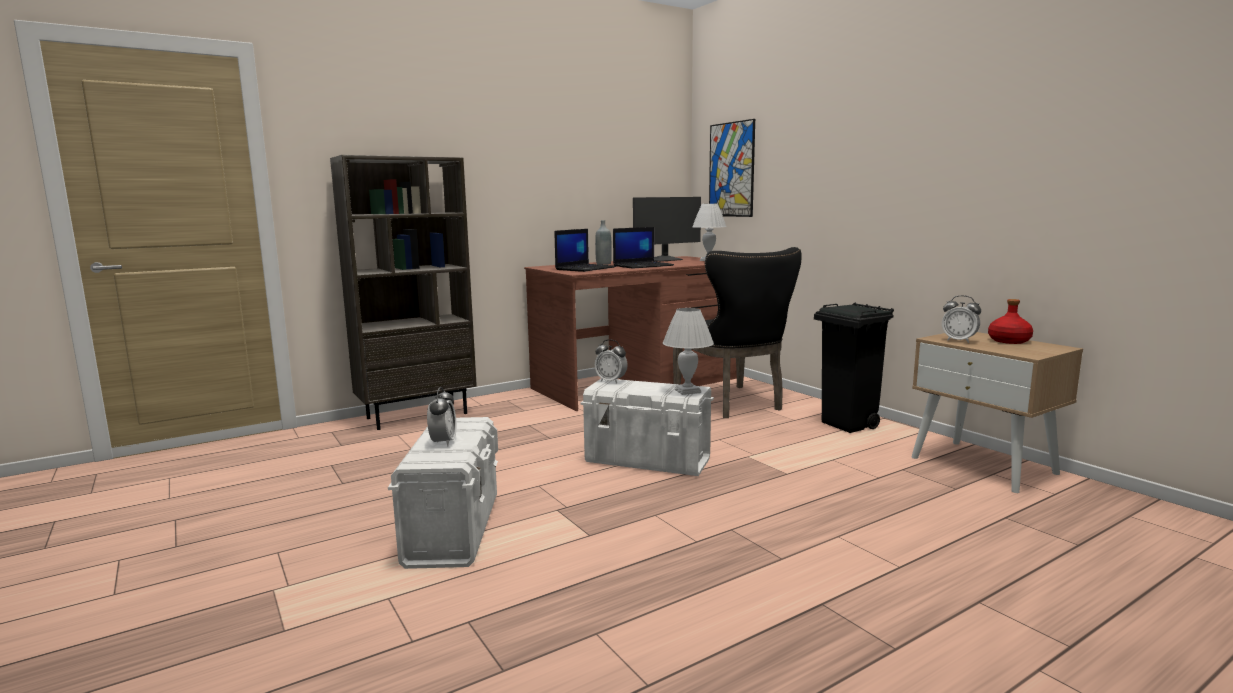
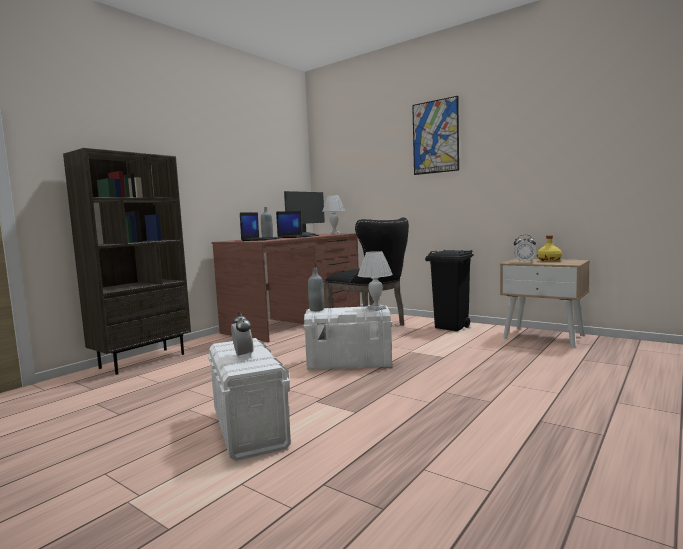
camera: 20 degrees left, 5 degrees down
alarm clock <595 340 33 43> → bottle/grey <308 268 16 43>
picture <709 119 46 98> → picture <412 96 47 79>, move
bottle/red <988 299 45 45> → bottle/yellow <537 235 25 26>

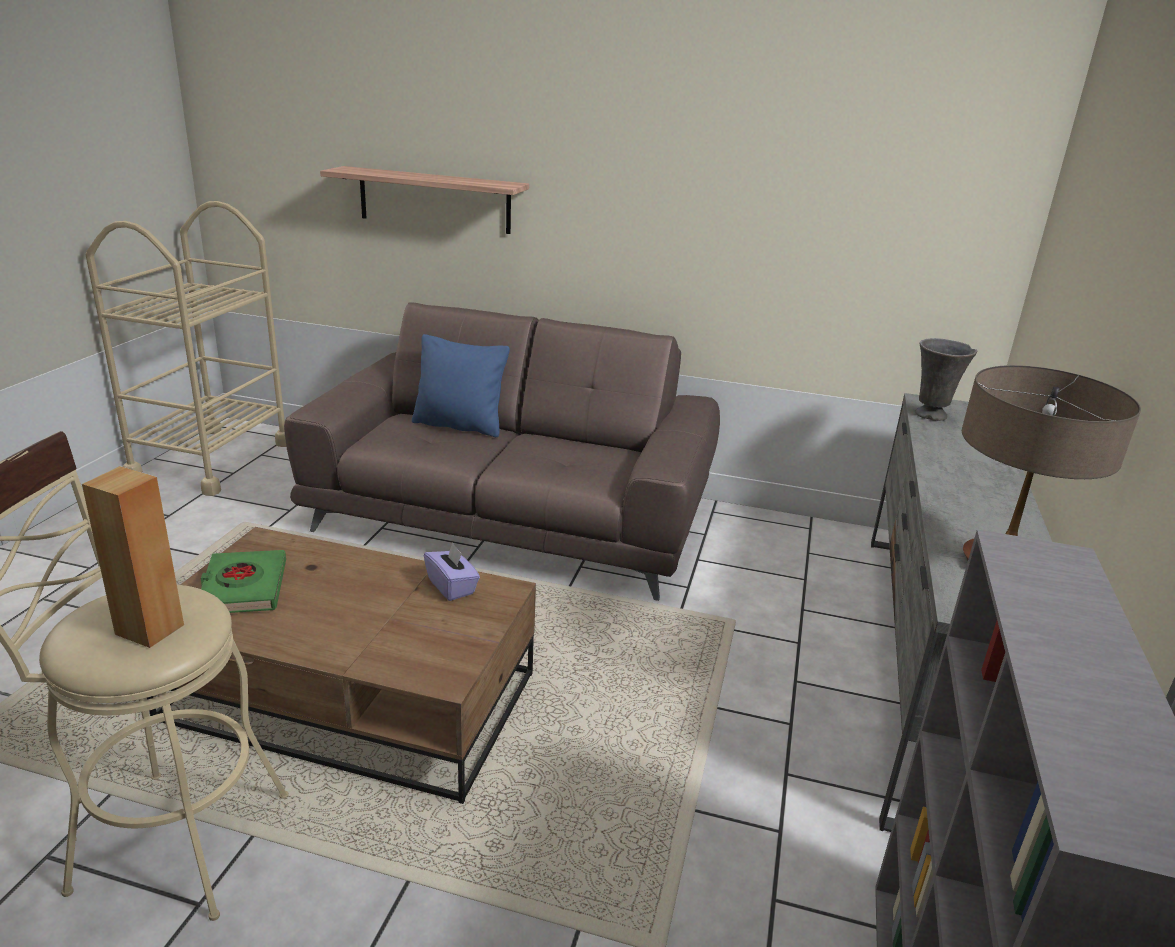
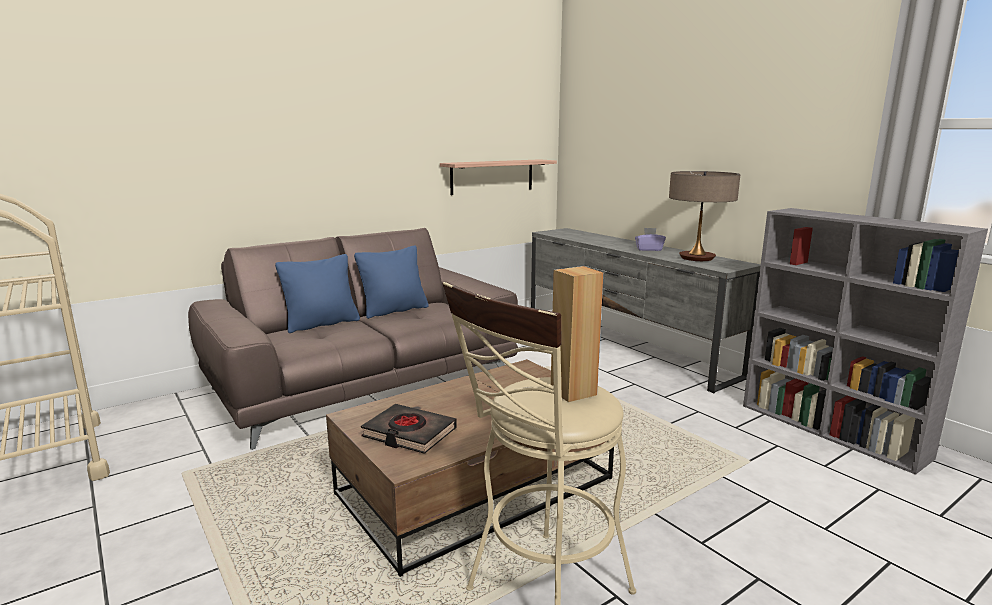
camera: 50 degrees left, 10 degrees down
- → pillow/blue <354 245 75 74>
book/green <201 550 85 63> → book/black <361 404 96 50>
shelf <320 166 209 68> → shelf <440 159 117 36>, move
tissue box/purple <424 542 56 59> → tissue box/purple <635 228 31 23>, move
vase/grey <915 338 62 83> → -

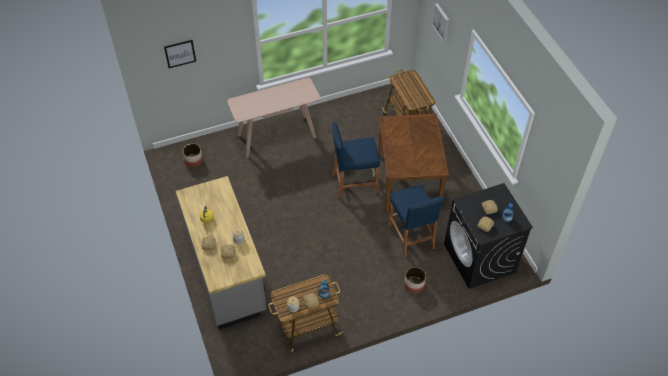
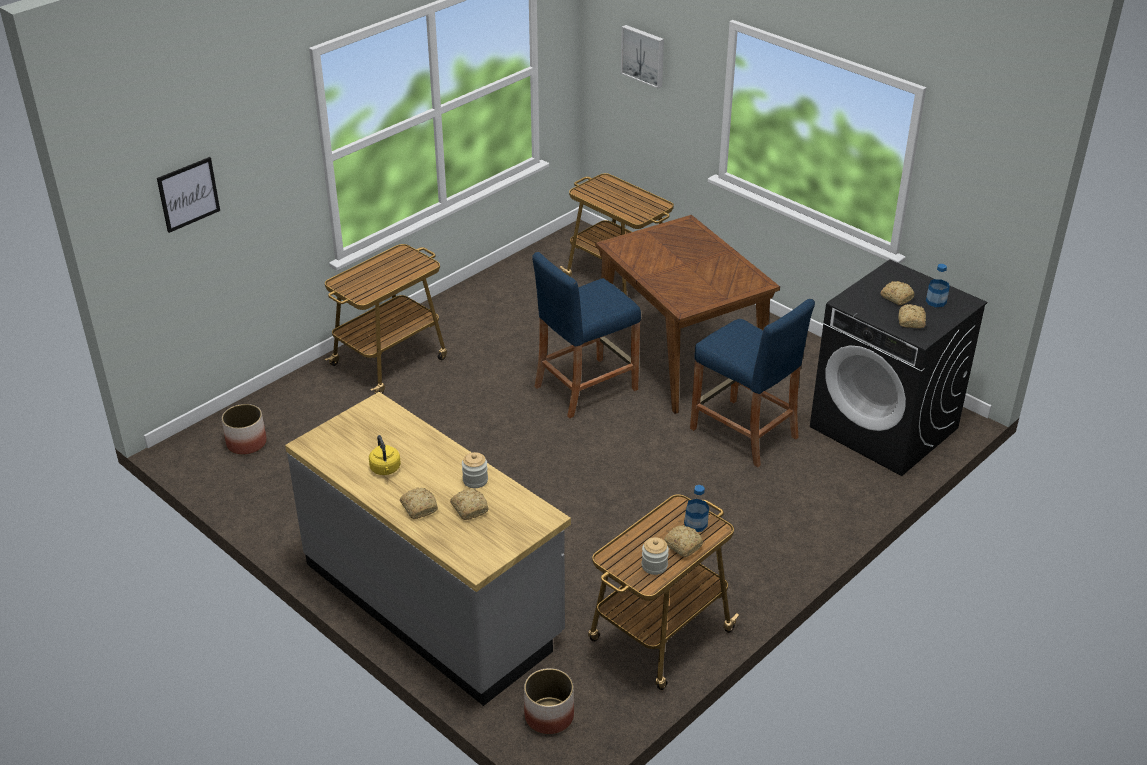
camera: 25 degrees left, 15 degrees down
console table/beige <227 78 94 80> → cart <325 244 122 150>
planter <404 267 22 26> → planter <524 668 50 66>, move

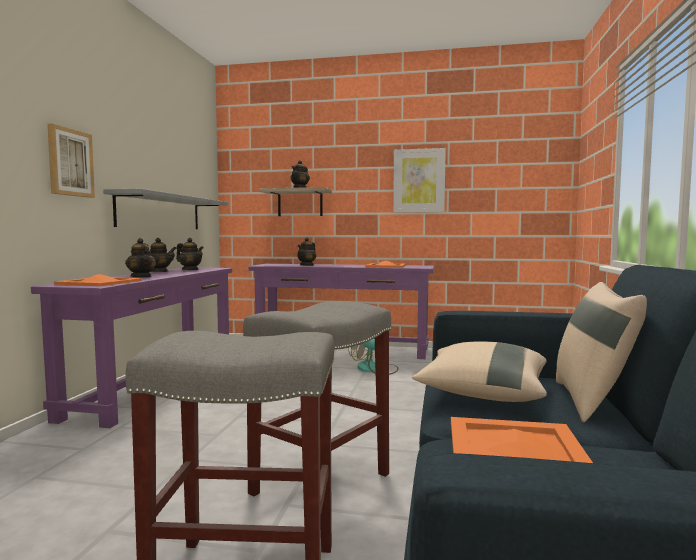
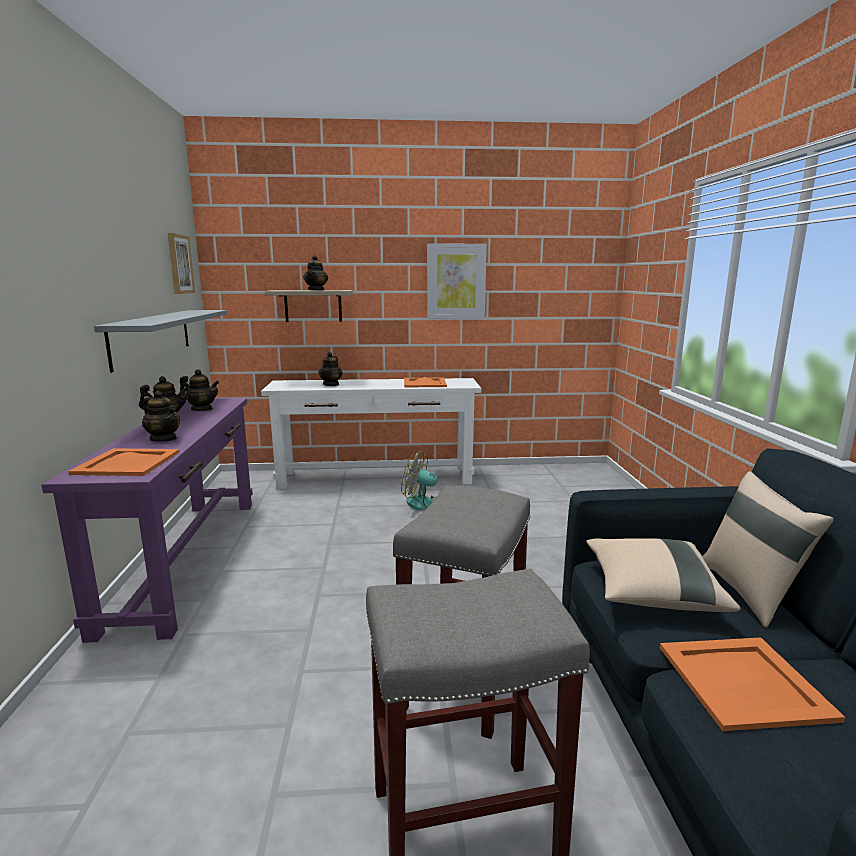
camera: 15 degrees left, 10 degrees up
picture <47 124 48 74> → picture <168 233 27 61>, move
console table/purple <249 264 185 95> → console table/white <261 378 220 111>

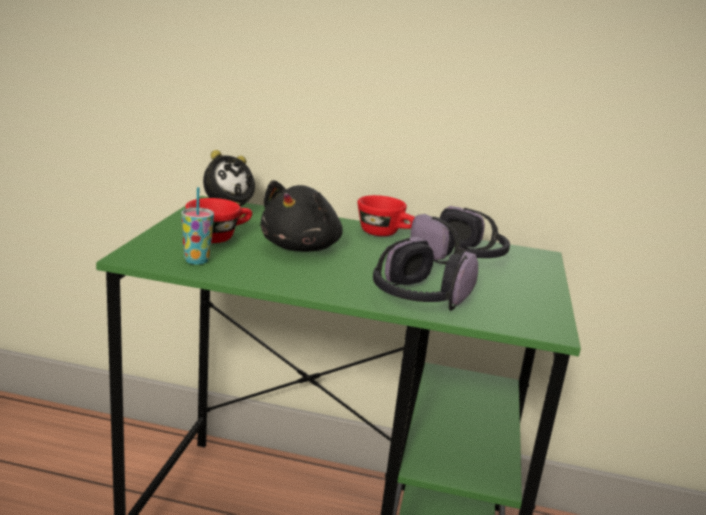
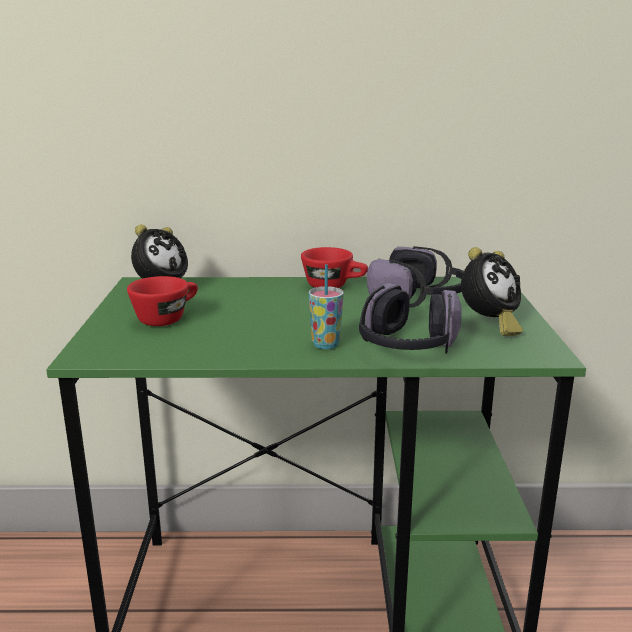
camera: 10 degrees left, 0 degrees up
cup <181 187 33 78> → cup <309 264 35 85>, move
- → alarm clock <461 247 62 89>
plush toy/black <260 180 83 72> → -

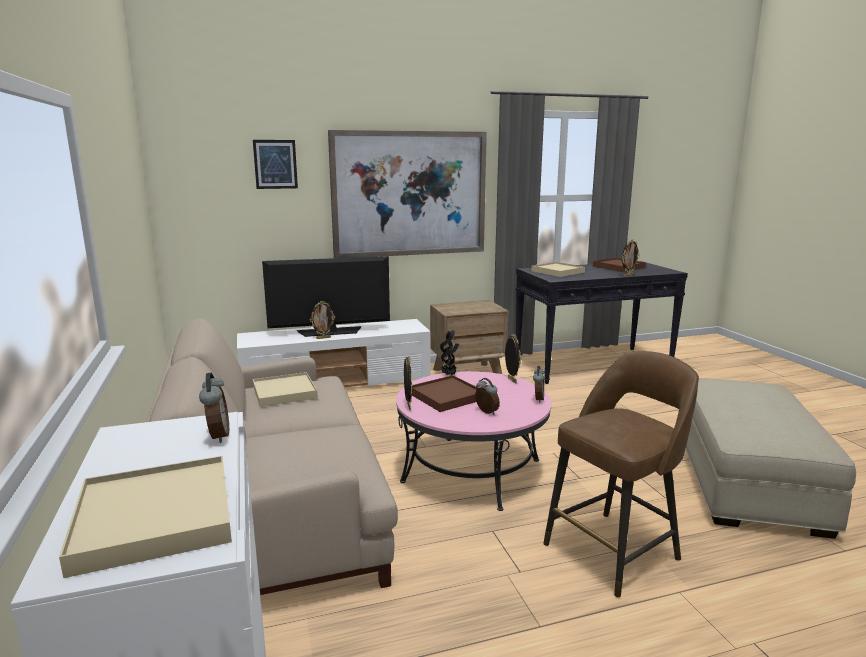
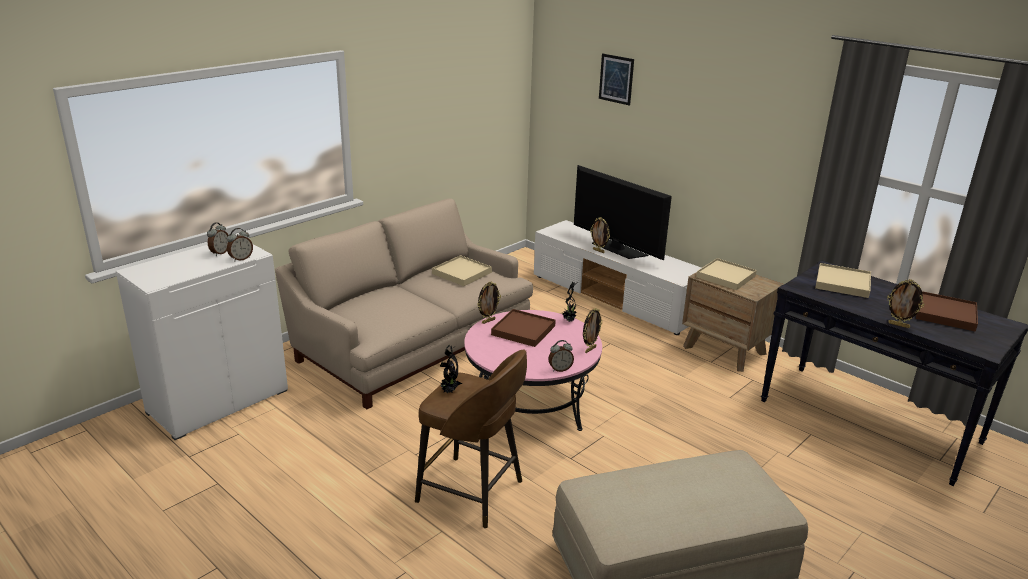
camera: 60 degrees right, 10 degrees up
alarm clock <475 378 25 37> → alarm clock <207 223 22 33>, move
- → potted plant <440 345 22 48>
tray/beige <59 456 173 122> → tray/beige <696 258 61 32>, move
picture <328 130 159 128> → -

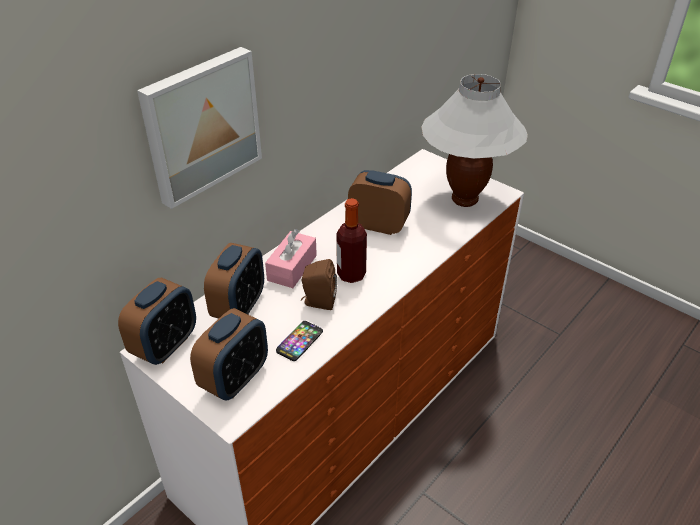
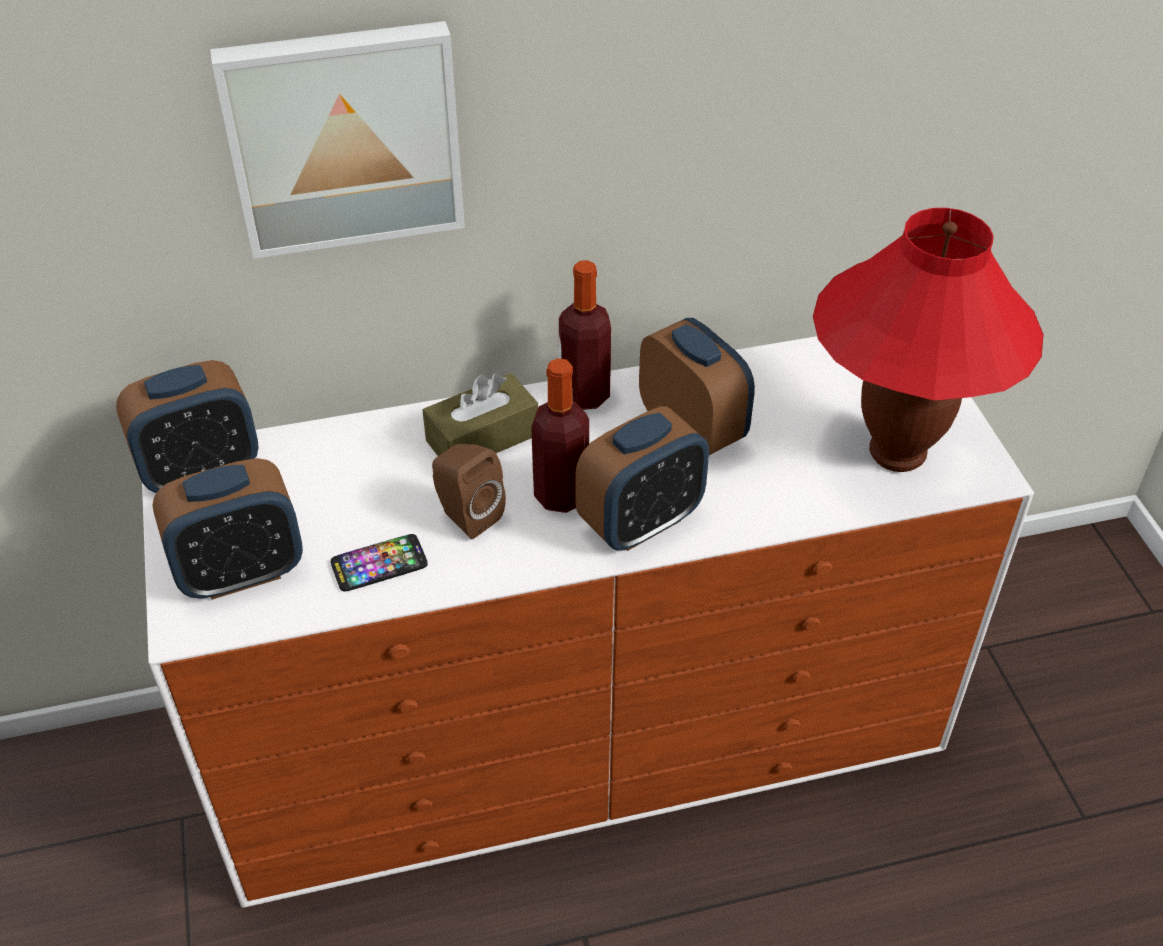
camera: 35 degrees right, 5 degrees up
tissue box/pink <265 229 52 59> → tissue box/brown <422 373 116 83>
- → bottle <559 260 52 150>
alarm clock <204 243 60 76> → alarm clock <575 406 134 145>, move
table lamp/white <421 74 107 133> → table lamp/red <813 208 231 264>

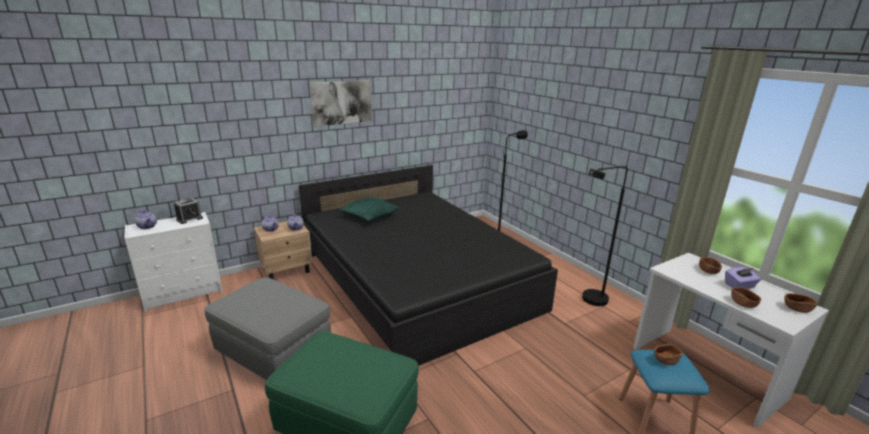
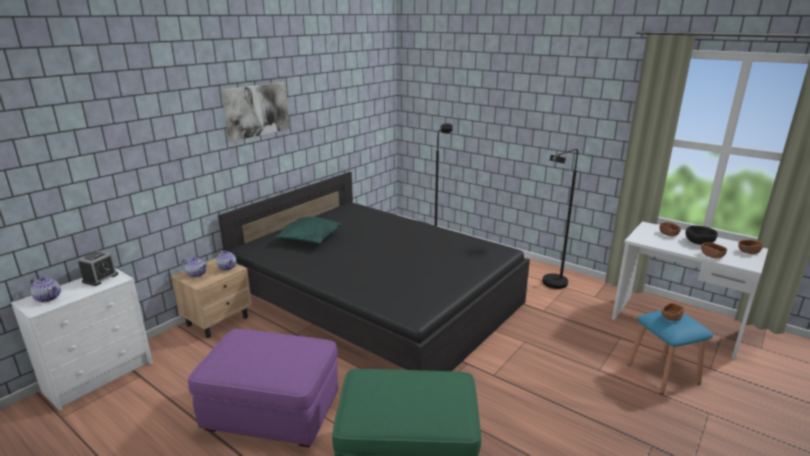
camera: 20 degrees left, 0 degrees up
ottoman/grey <204 277 127 103> → ottoman/purple <188 329 150 118>
tissue box/purple <725 267 36 22> → bowl/black <686 226 32 19>

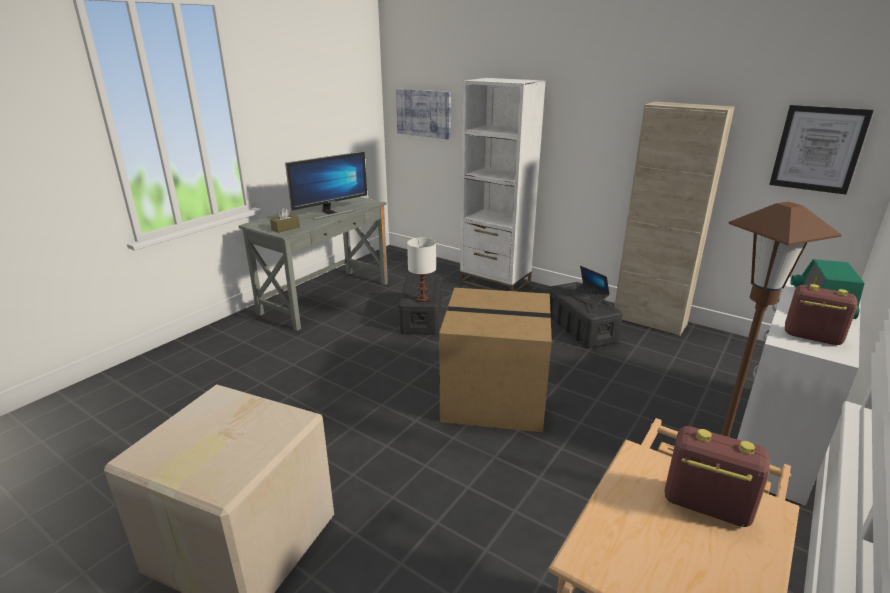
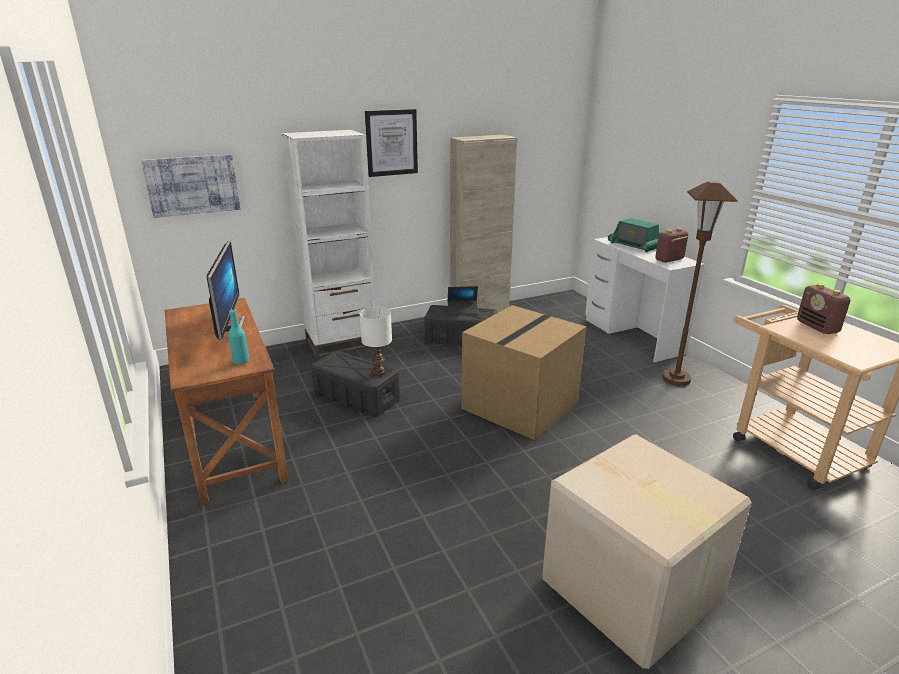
camera: 60 degrees left, 0 degrees up
desk/grey <239 197 149 134> → desk/brown <164 298 124 207>
tissue box/brown <270 208 30 25> → bottle/turquoise <228 309 21 56>
picture <769 105 104 90> → picture <365 109 53 68>, move
radio <664 426 106 101> → radio <797 283 54 51>, 75 degrees counterclockwise

